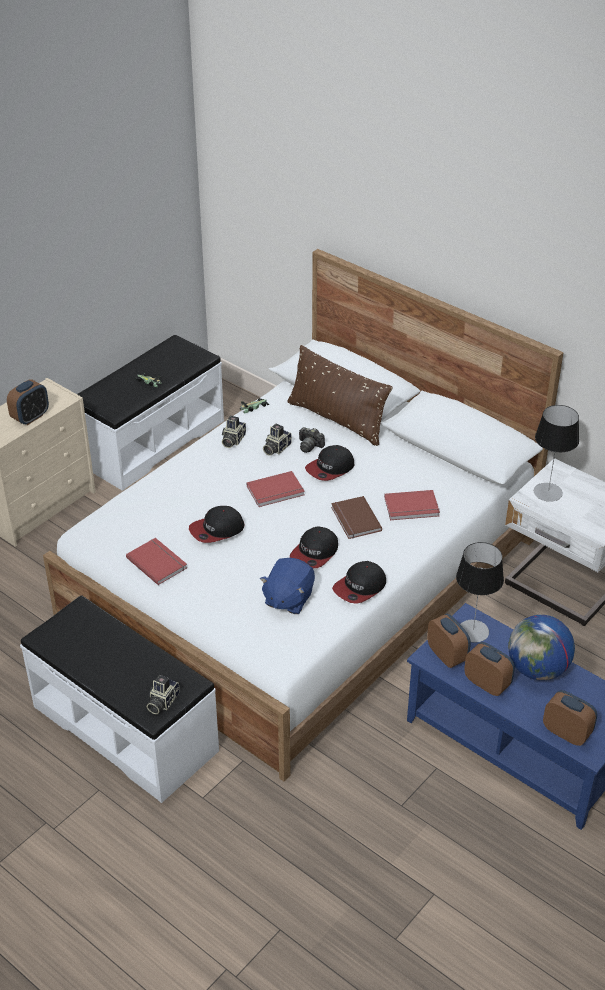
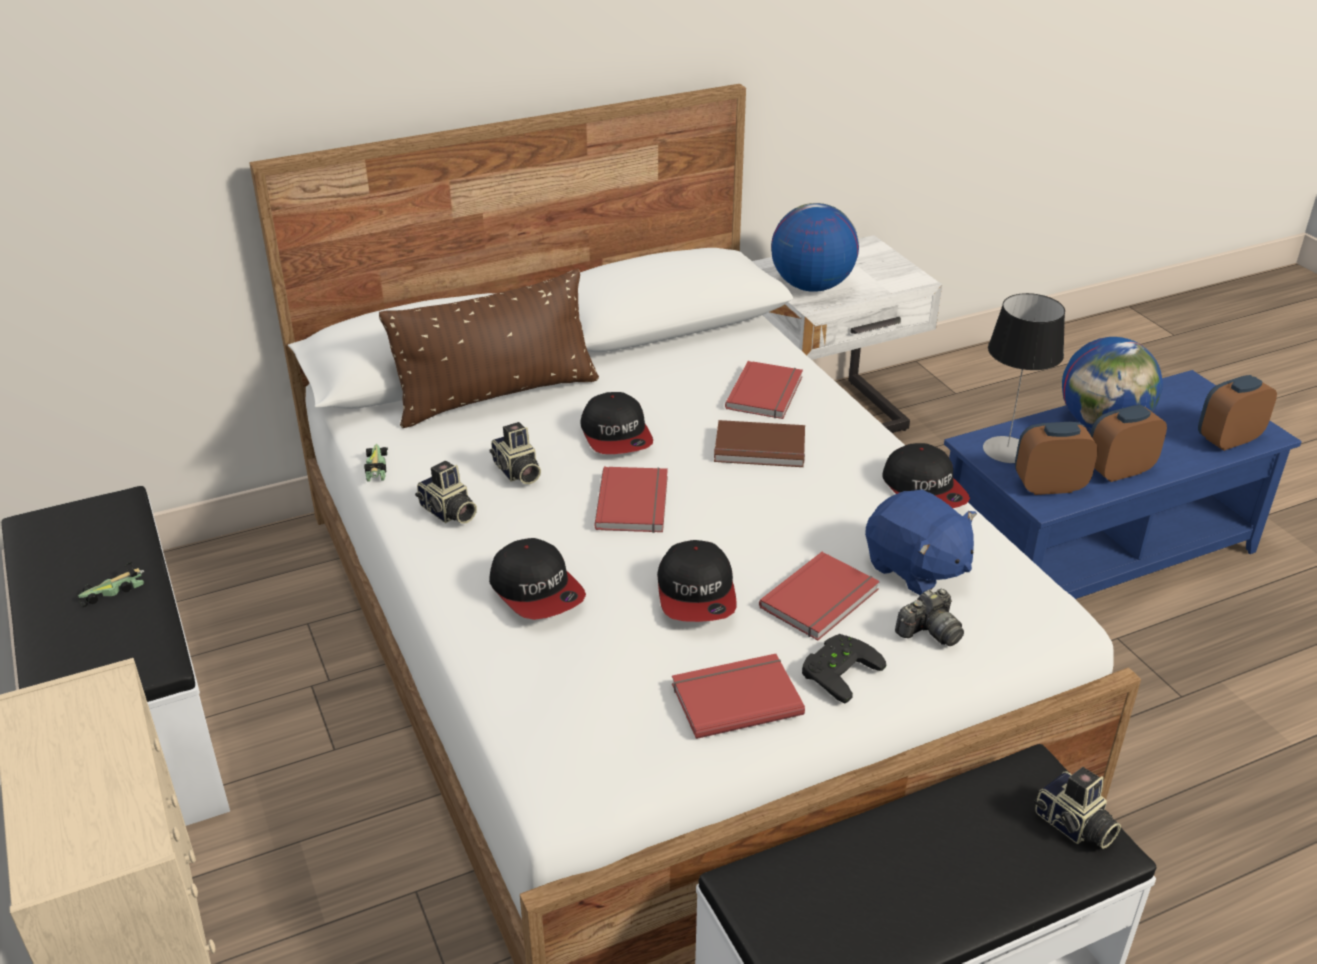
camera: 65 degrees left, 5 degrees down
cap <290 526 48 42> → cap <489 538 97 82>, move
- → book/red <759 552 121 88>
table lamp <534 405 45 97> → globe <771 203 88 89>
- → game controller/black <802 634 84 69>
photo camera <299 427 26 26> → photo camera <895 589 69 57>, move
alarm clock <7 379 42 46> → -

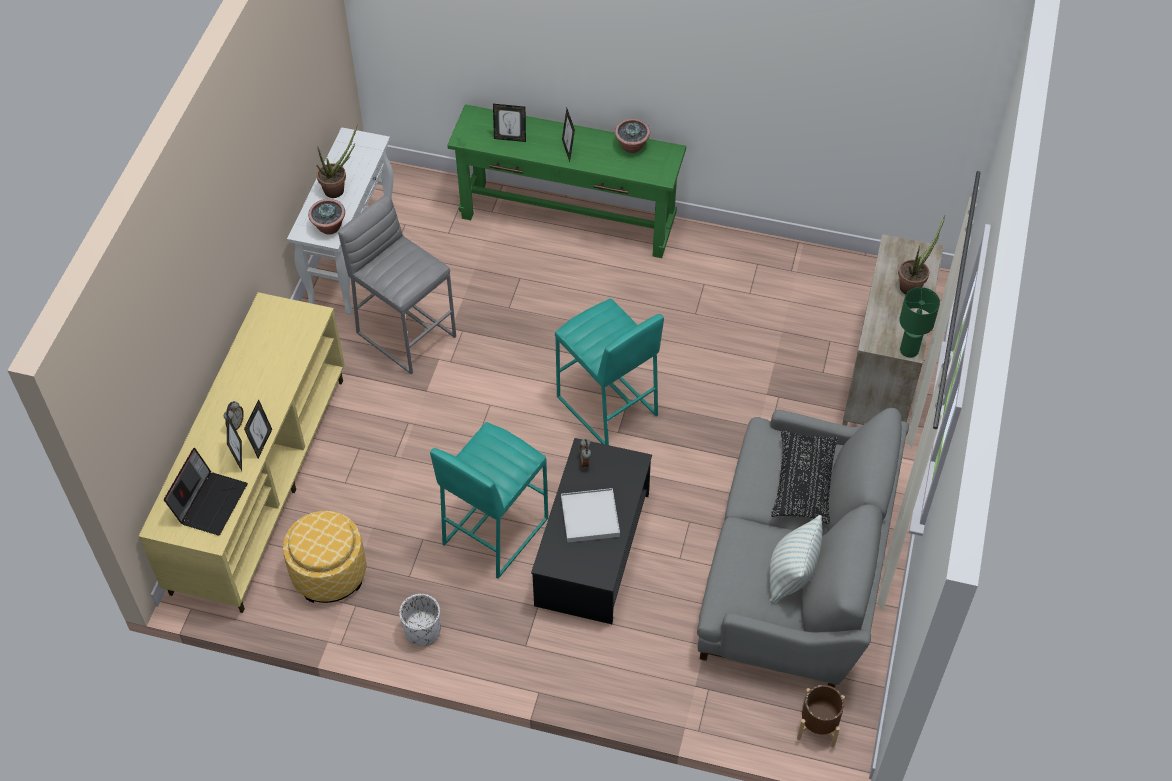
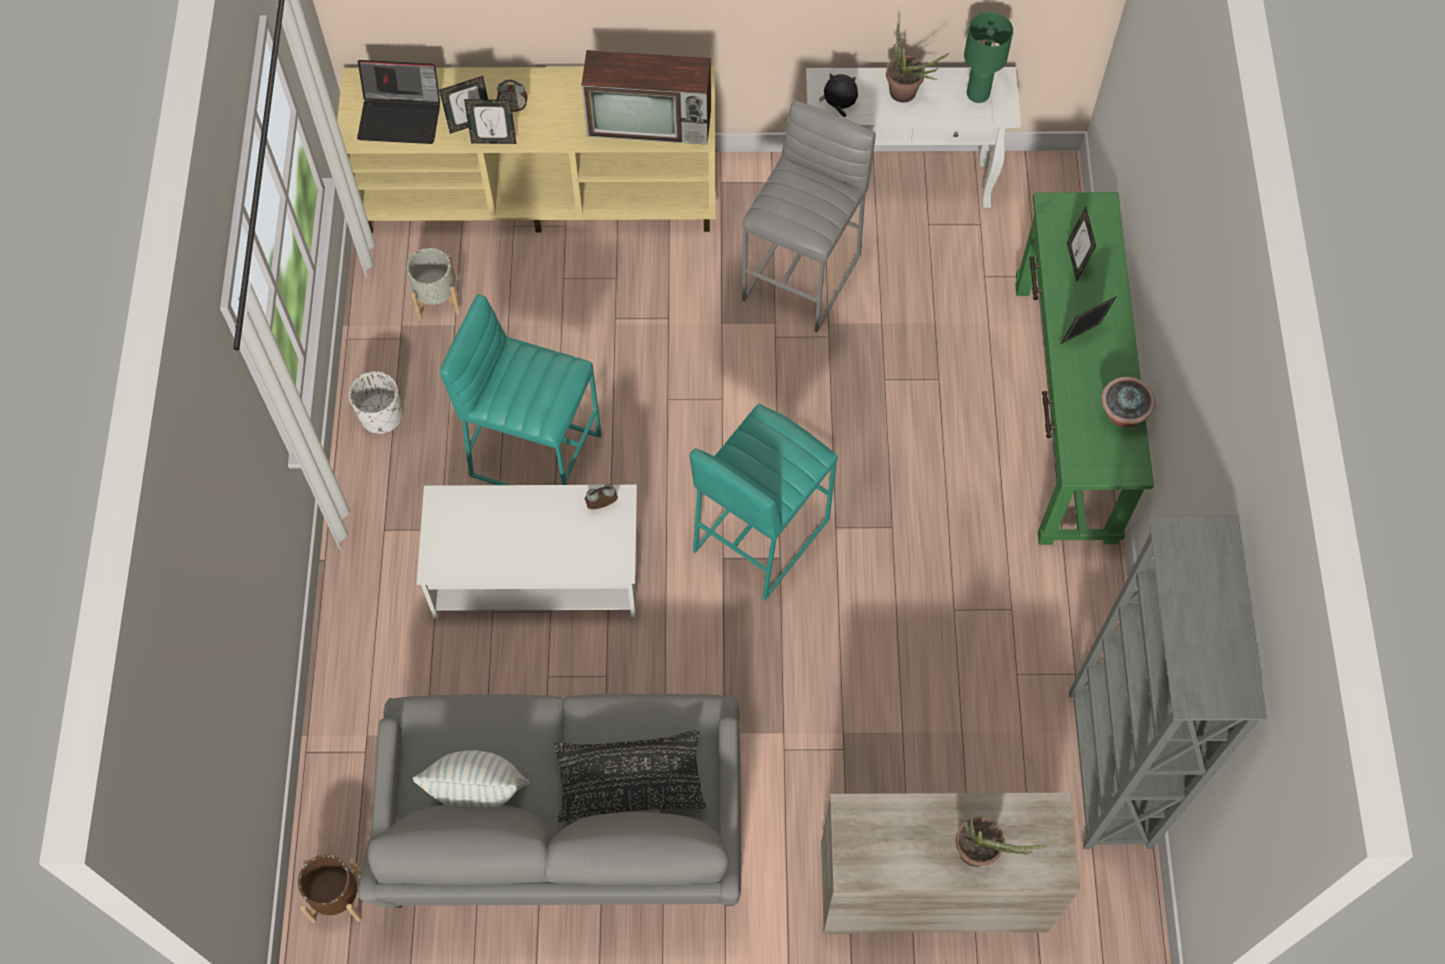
camera: 75 degrees right, 10 degrees up
ottoman <283 511 83 92> → planter/grey <407 248 54 73>
coffee table/black <531 438 121 186> → coffee table/white <417 485 220 134>
- → television <581 50 130 95>
potted plant <308 199 37 36> → plush toy <819 73 39 44>
table lamp/green <899 287 41 71> → table lamp/green <964 12 49 91>, move
- → bookcase/grey <1069 516 198 333>
tray/white <561 488 59 55> → -

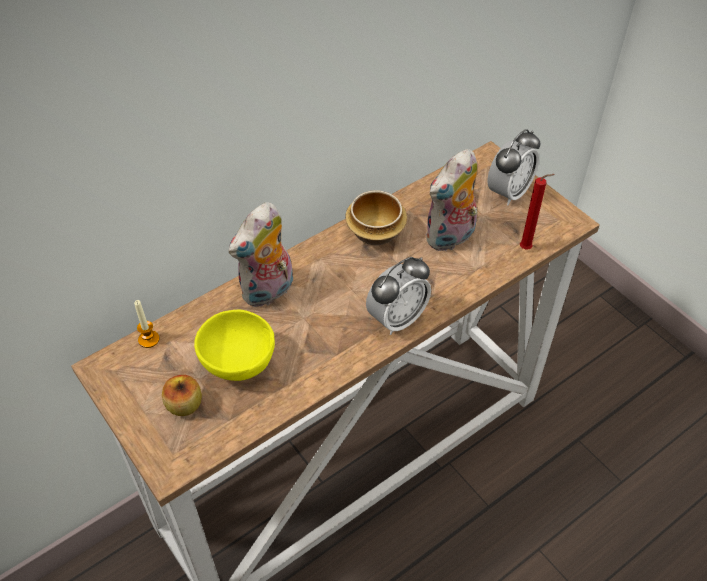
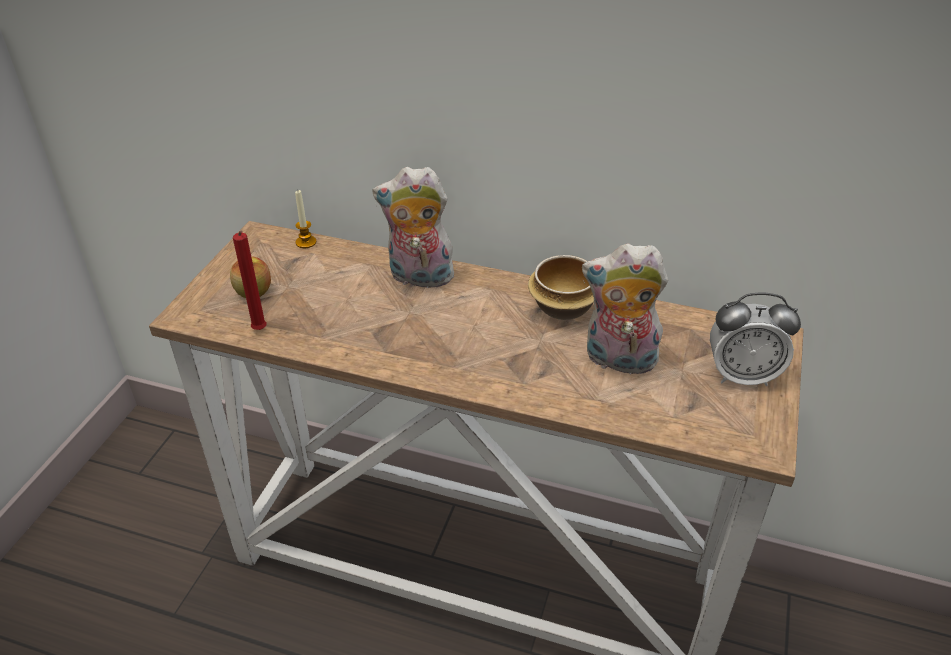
camera: 55 degrees right, 10 degrees down
candle/red <520 174 35 75> → candle/red <233 230 34 100>, move
bowl/yellow <194 310 81 71> → -
alarm clock <366 257 65 78> → -

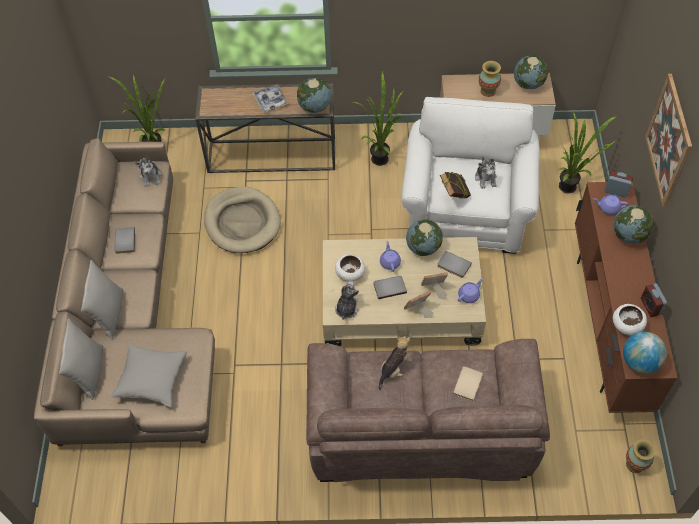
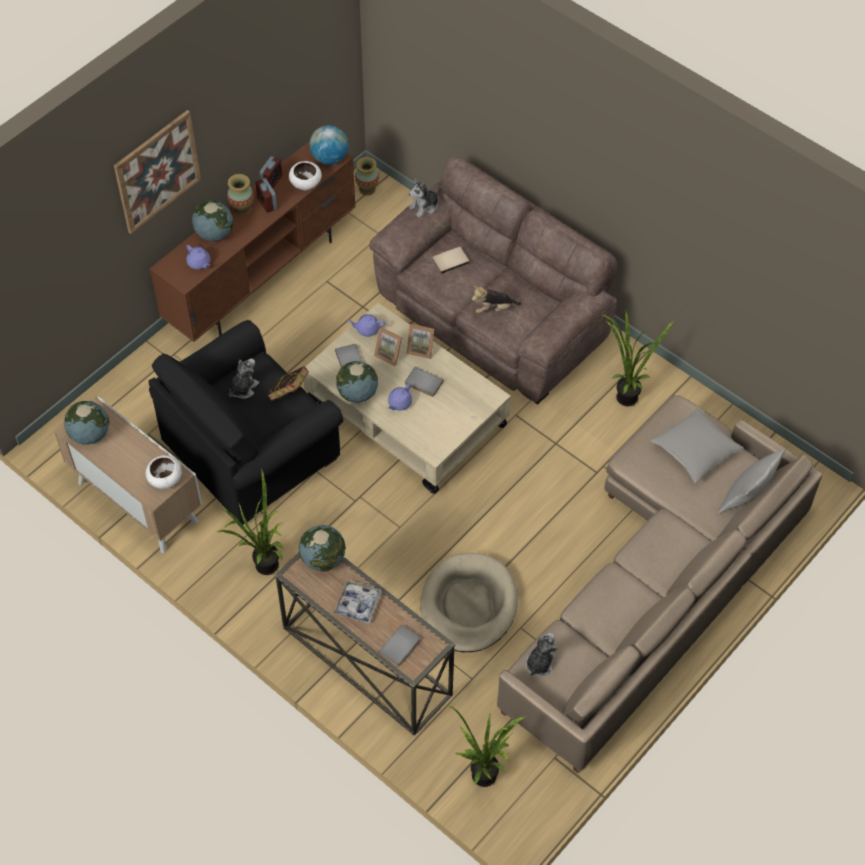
camera: 140 degrees left, 0 degrees up
bowl/white <335 254 30 28> → bowl/white <146 455 36 34>, move
armchair/white <401 97 139 157> → armchair/black <148 320 195 205>
vase <479 61 22 36> → vase <227 174 27 42>, move
alarm clock <605 171 28 27> → alarm clock <255 178 22 35>, move
book/grey <114 227 21 27> → book/grey <378 624 43 42>, move
plush toy <335 281 24 39> → plush toy <409 178 32 40>, move
potted plant <559 112 57 81> → potted plant <603 310 71 96>, move
pillow/grey <81 260 43 80> → -

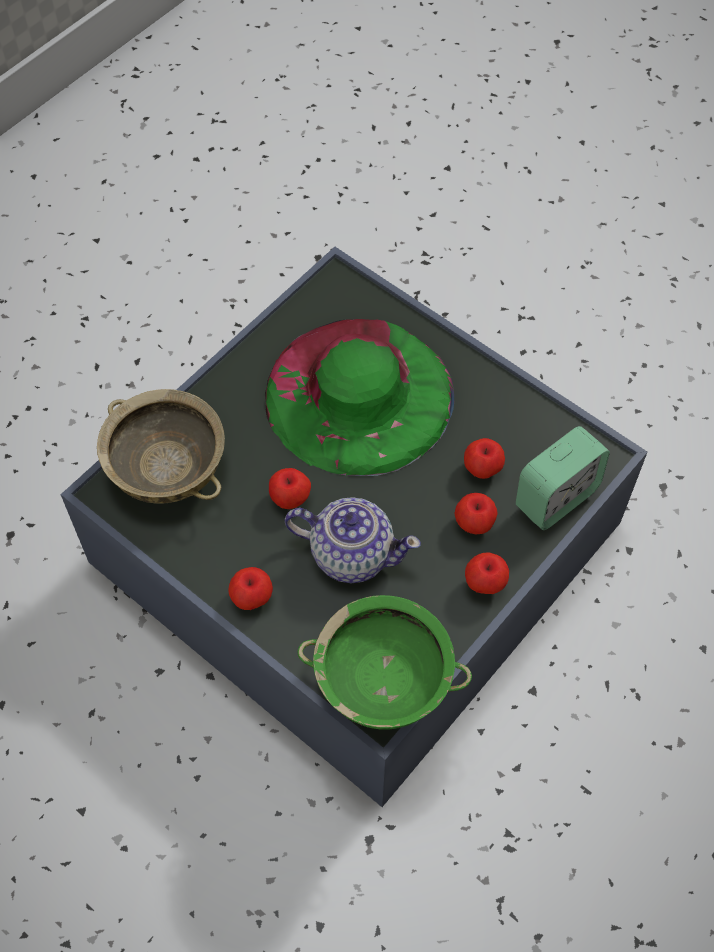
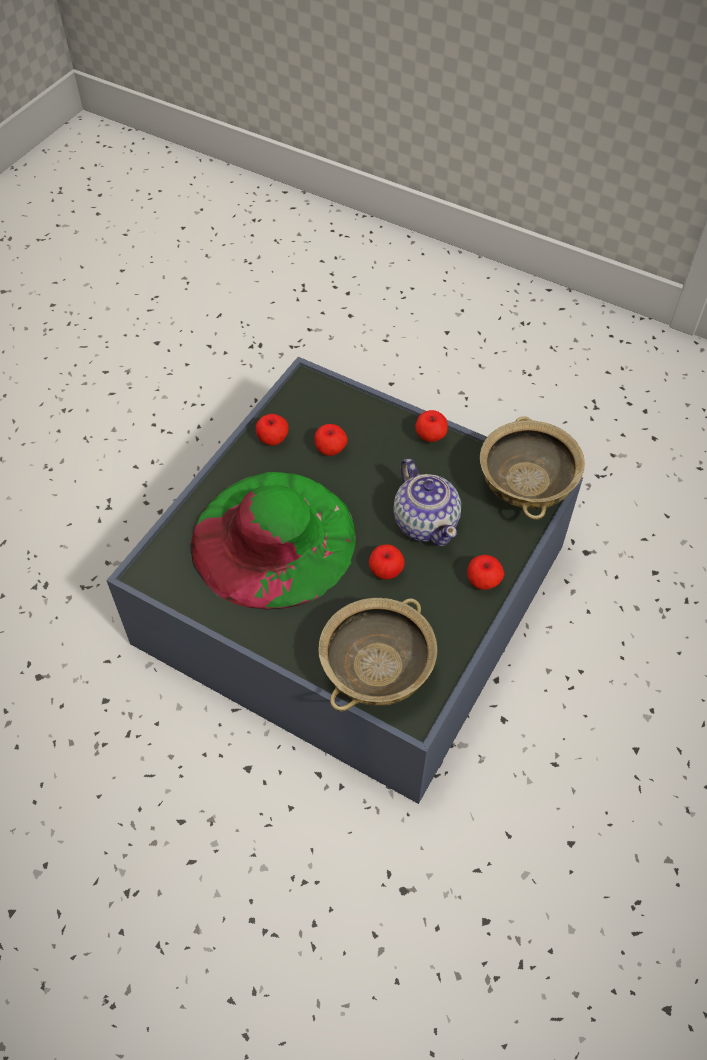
camera: 100 degrees left, 5 degrees down
apple <455 493 43 41> → apple <256 414 32 32>, move
teapot <285 497 136 86> → teapot <393 459 68 87>, 150 degrees clockwise
bowl/green <298 595 174 135> → bowl/beige <480 416 105 104>
alarm clock <516 426 94 104> → -

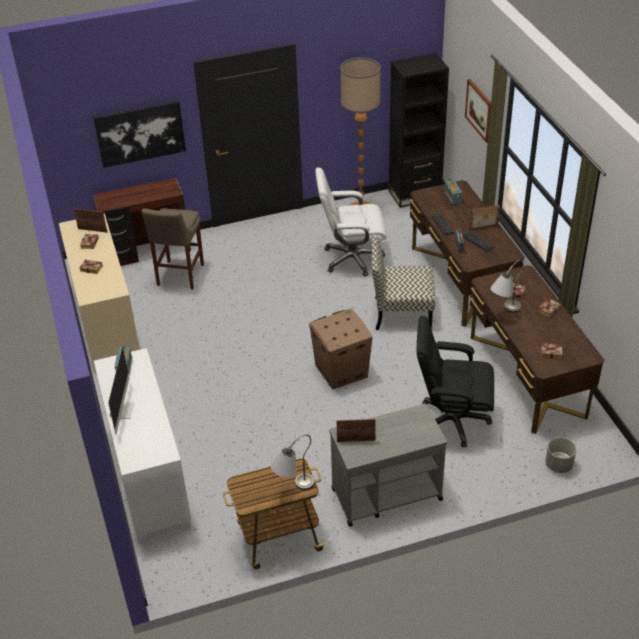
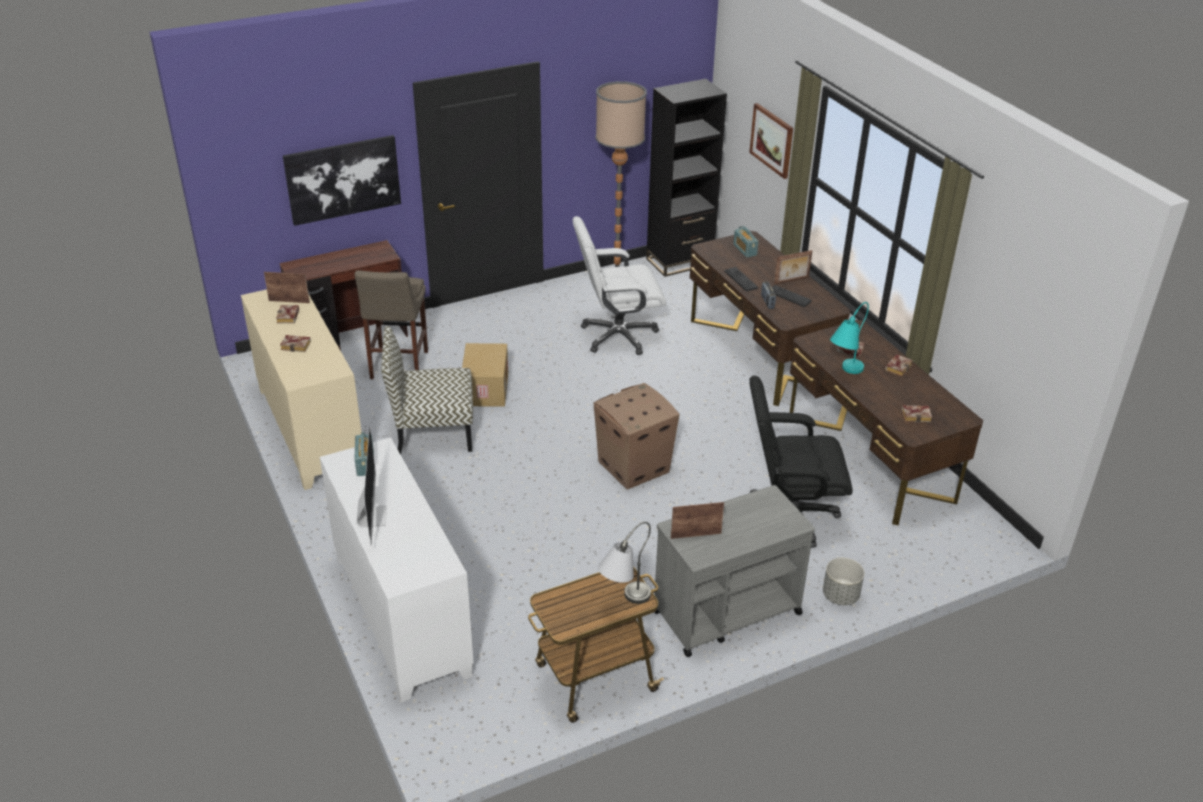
camera: 10 degrees left, 5 degrees down
chair <372 234 63 96> → chair <381 326 92 129>, move
- → cardboard box <462 343 46 64>
planter/grey <545 437 31 36> → planter/grey <823 558 41 47>, move
table lamp/grey <490 260 33 53> → table lamp/turquoise <830 302 39 72>

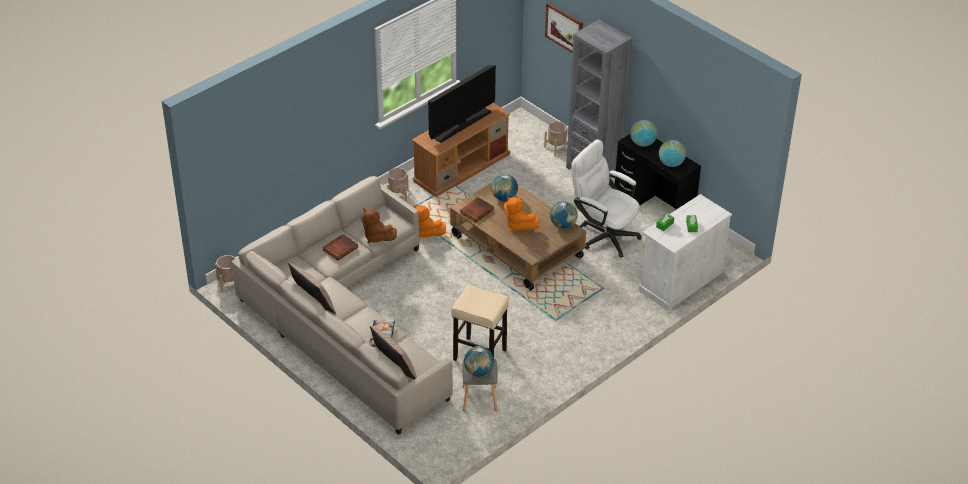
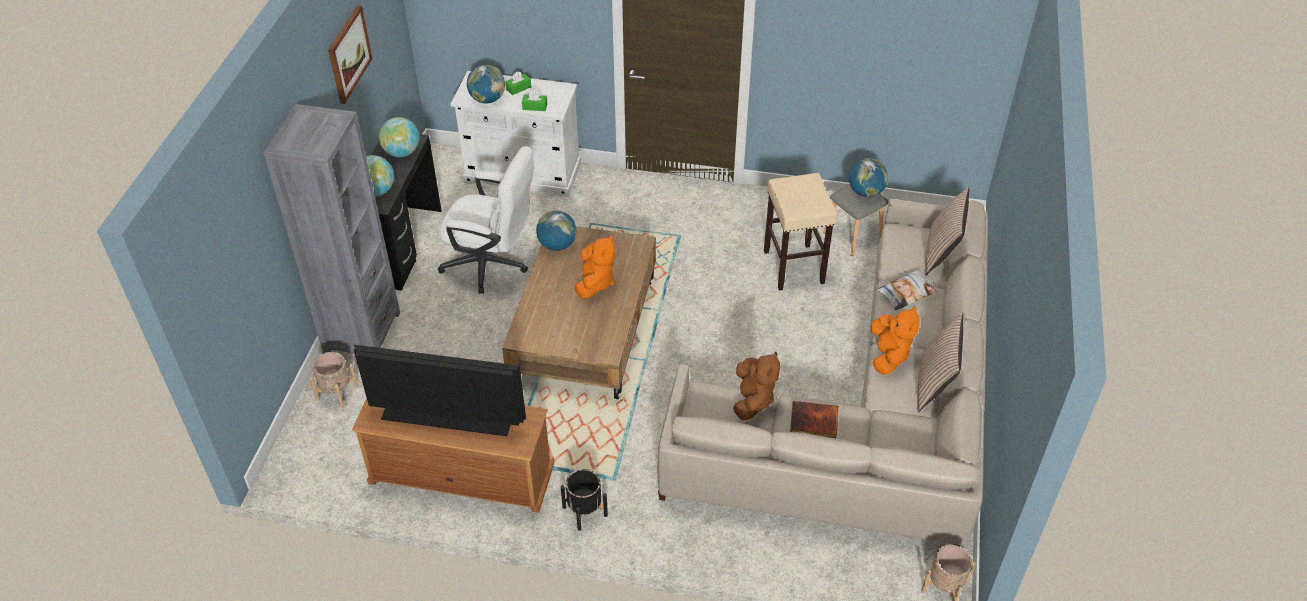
camera: 125 degrees left, 5 degrees up
picture <545 3 38 50> → picture <328 5 44 99>, move
office chair/white <571 139 71 118> → office chair/white <438 146 96 147>, 75 degrees counterclockwise
globe <491 174 27 27> → globe <467 65 38 38>, move
planter/beige <387 168 22 34> → planter/black <561 469 47 62>
plush toy/orange <414 205 32 33> → plush toy/orange <871 306 48 69>, move
book <460 197 34 26> → -

